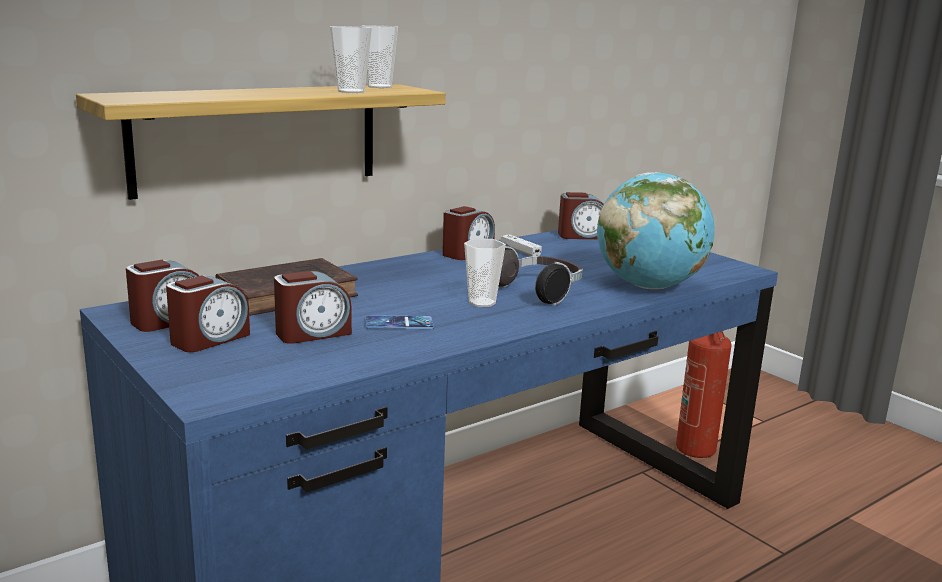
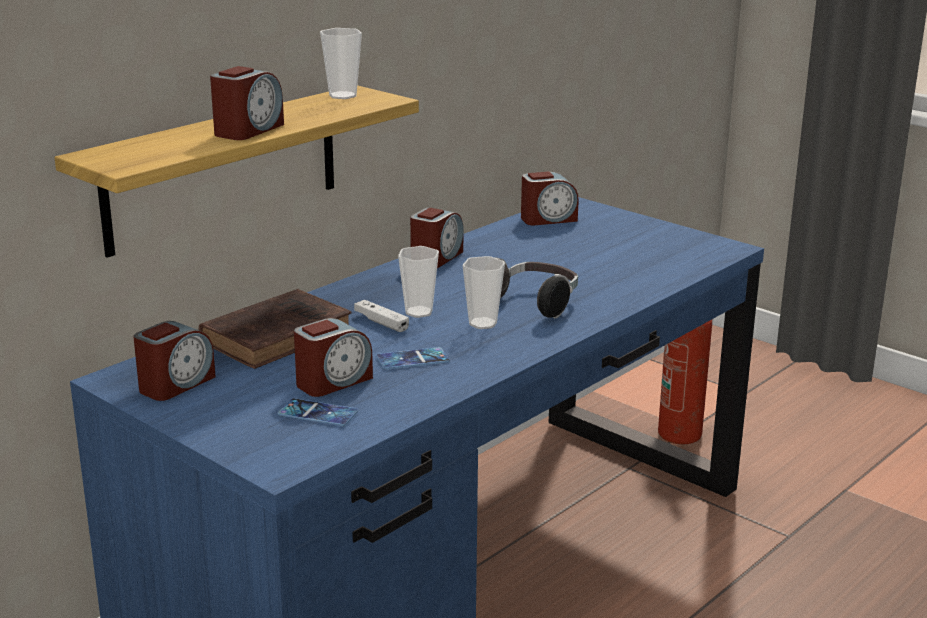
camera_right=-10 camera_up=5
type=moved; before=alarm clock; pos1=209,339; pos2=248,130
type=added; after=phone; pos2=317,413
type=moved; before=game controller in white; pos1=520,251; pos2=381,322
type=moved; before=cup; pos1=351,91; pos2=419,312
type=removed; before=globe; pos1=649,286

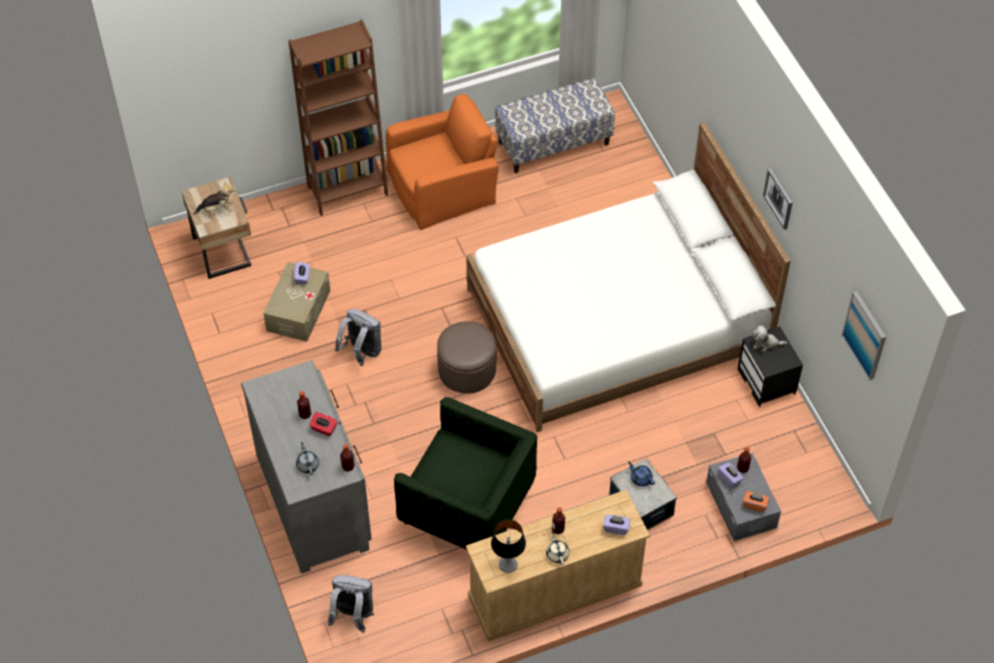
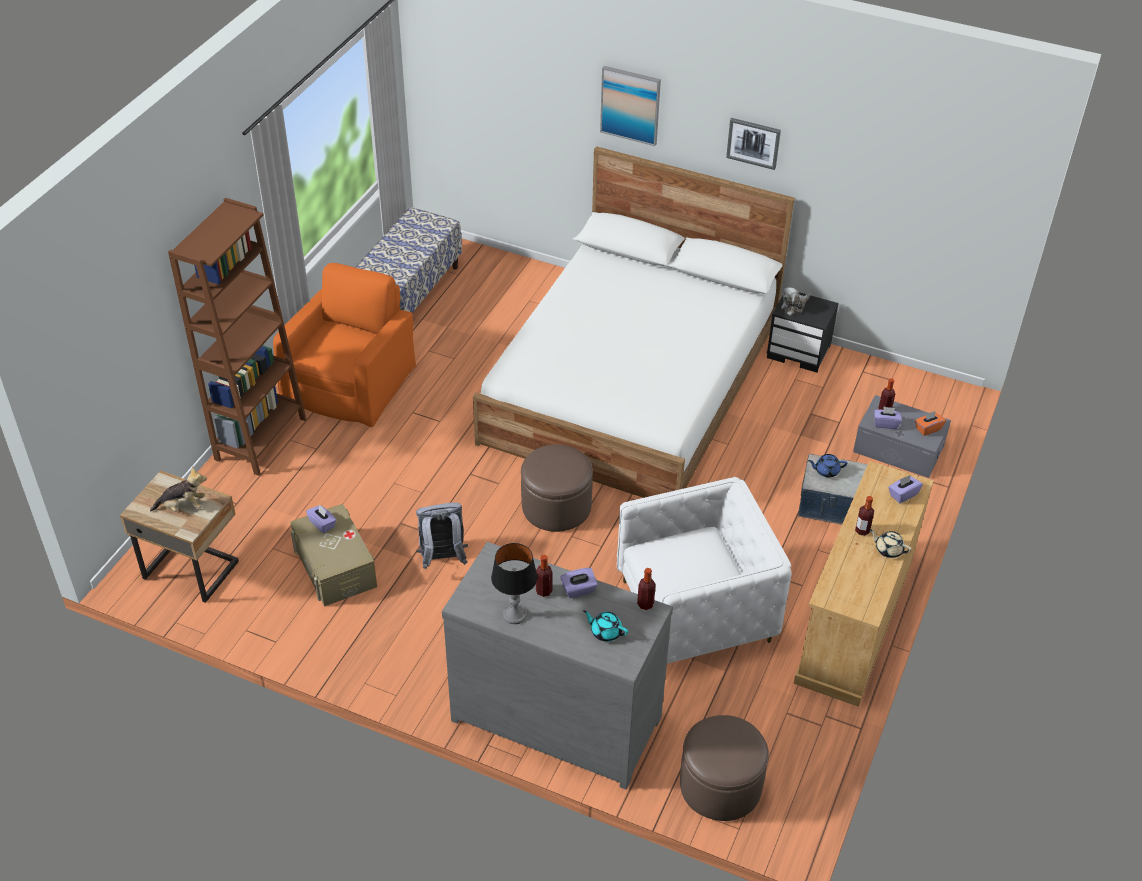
camera_right=-45 camera_up=-10
type=turned; before=plush toy; pos1=217,210; pos2=183,506; turn=45
type=moved; before=table lamp; pos1=508,565; pos2=515,615
type=recoloured; before=tissue box in red; after=tissue box in purple; pos1=324,429; pos2=578,590
type=recoloured; before=teapot in grey; after=teapot in turquoise; pos1=307,464; pos2=605,632
type=moved; before=picture; pos1=865,335; pos2=630,105
type=recoloured; before=armchair in green; after=armchair in white; pos1=467,504; pos2=695,611
type=replaced; before=backpack in grey; after=ottoman in brown; pos1=353,616; pos2=720,785

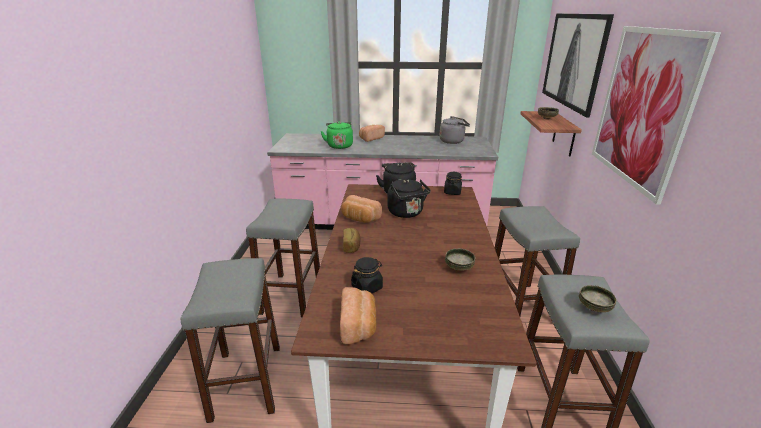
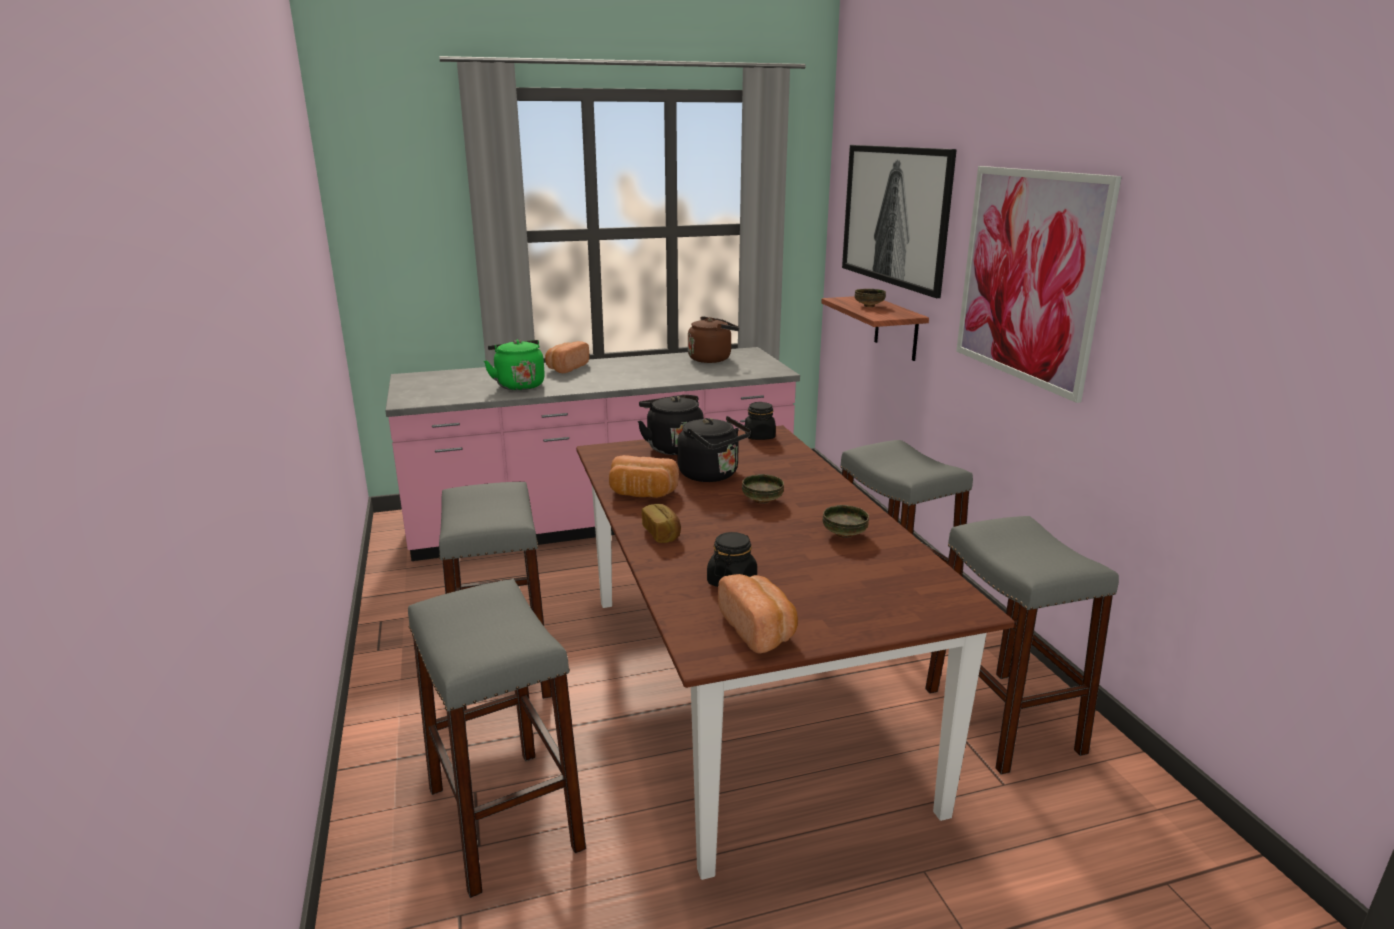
camera_right=-20 camera_up=-5
type=recoloured; before=kettle in grey; after=kettle in brown; pos1=453,141; pos2=712,359
type=moved; before=bowl; pos1=593,307; pos2=762,501

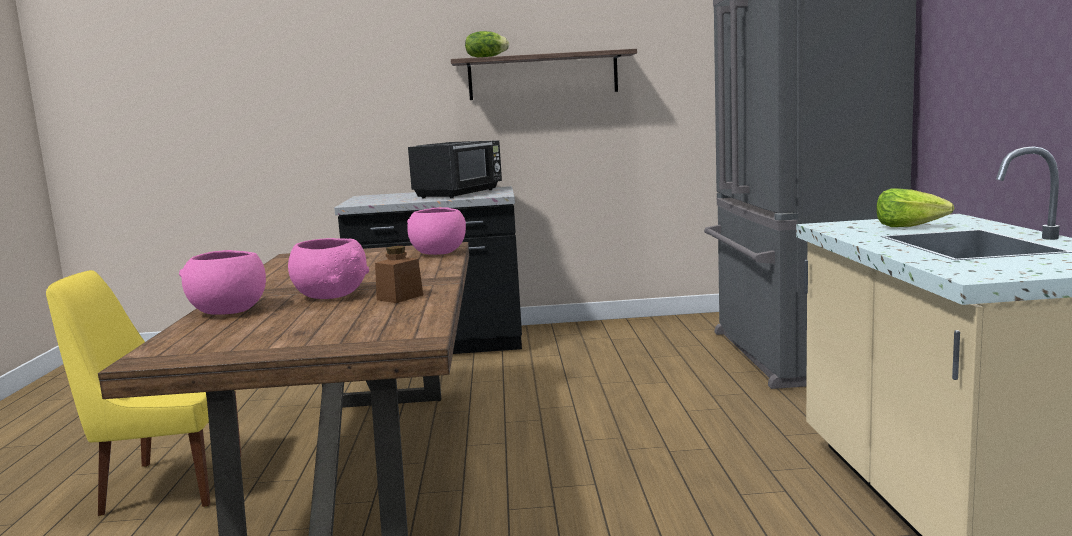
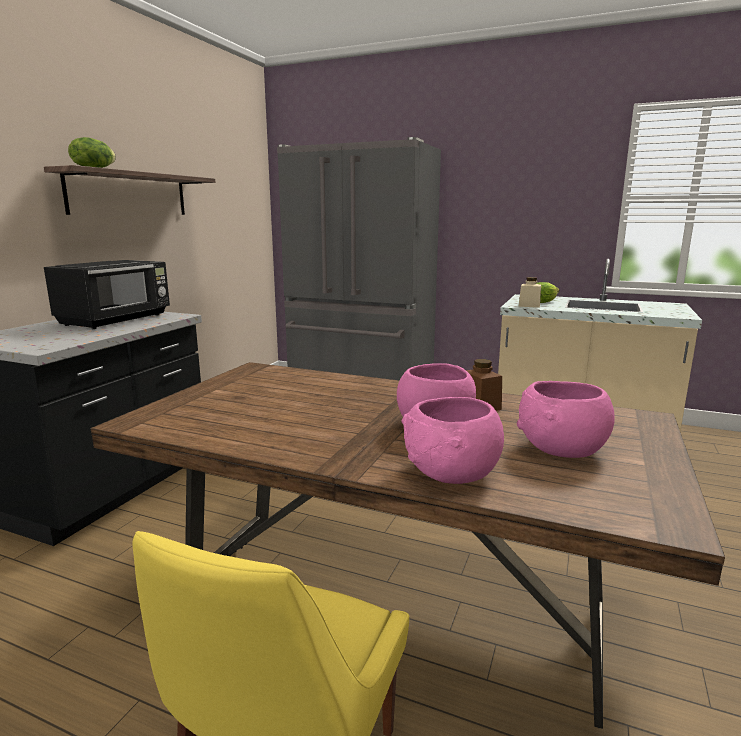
camera_right=-65 camera_up=5
type=turned; before=microwave in black; pos1=460,193; pos2=117,320; turn=60
type=moved; before=bowl in pink; pos1=437,253; pos2=560,450
type=added; after=jar in beige; pos2=529,305

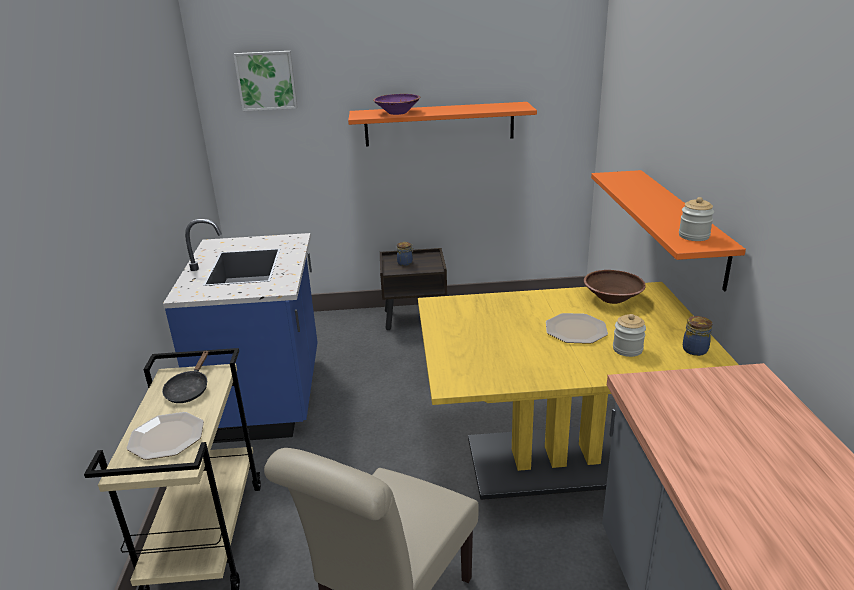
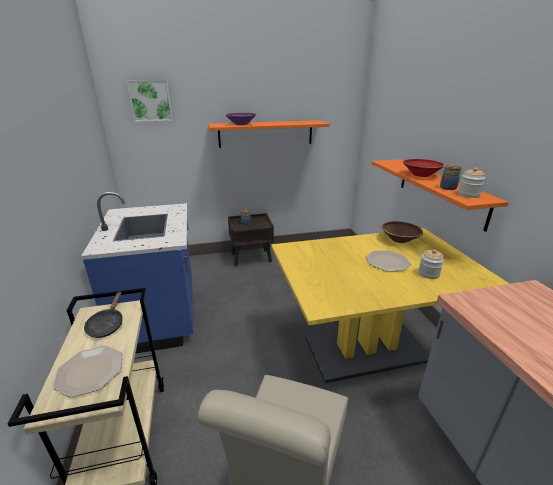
camera_right=-10 camera_up=0
type=added; after=bowl in red; pos2=421,175
type=moved; before=jar; pos1=694,349; pos2=447,187

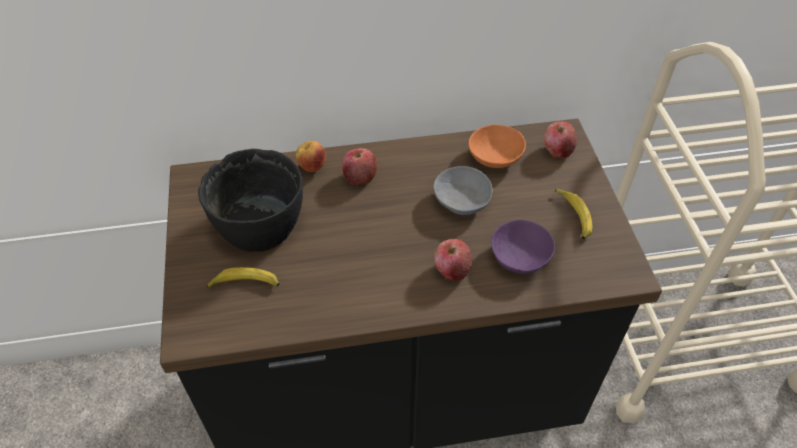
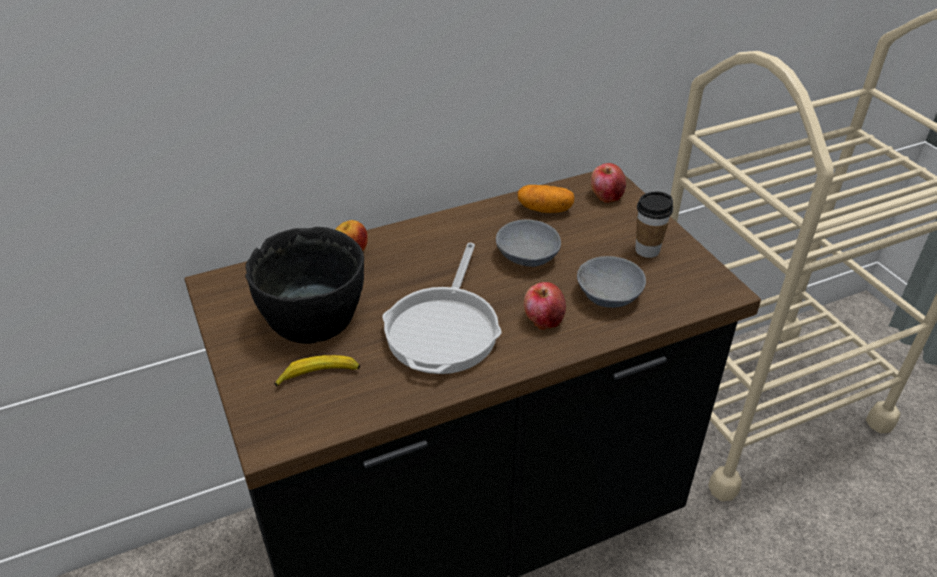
camera_right=-15 camera_up=-10
type=added; after=frying pan; pos2=444,329
type=replaced; before=bowl in orange; after=potato; pos1=495,155; pos2=544,209
type=recoloured; before=bowl in purple; after=bowl in grey; pos1=521,258; pos2=610,295
type=replaced; before=banana; after=cup; pos1=573,216; pos2=647,250
type=removed; before=apple; pos1=359,176

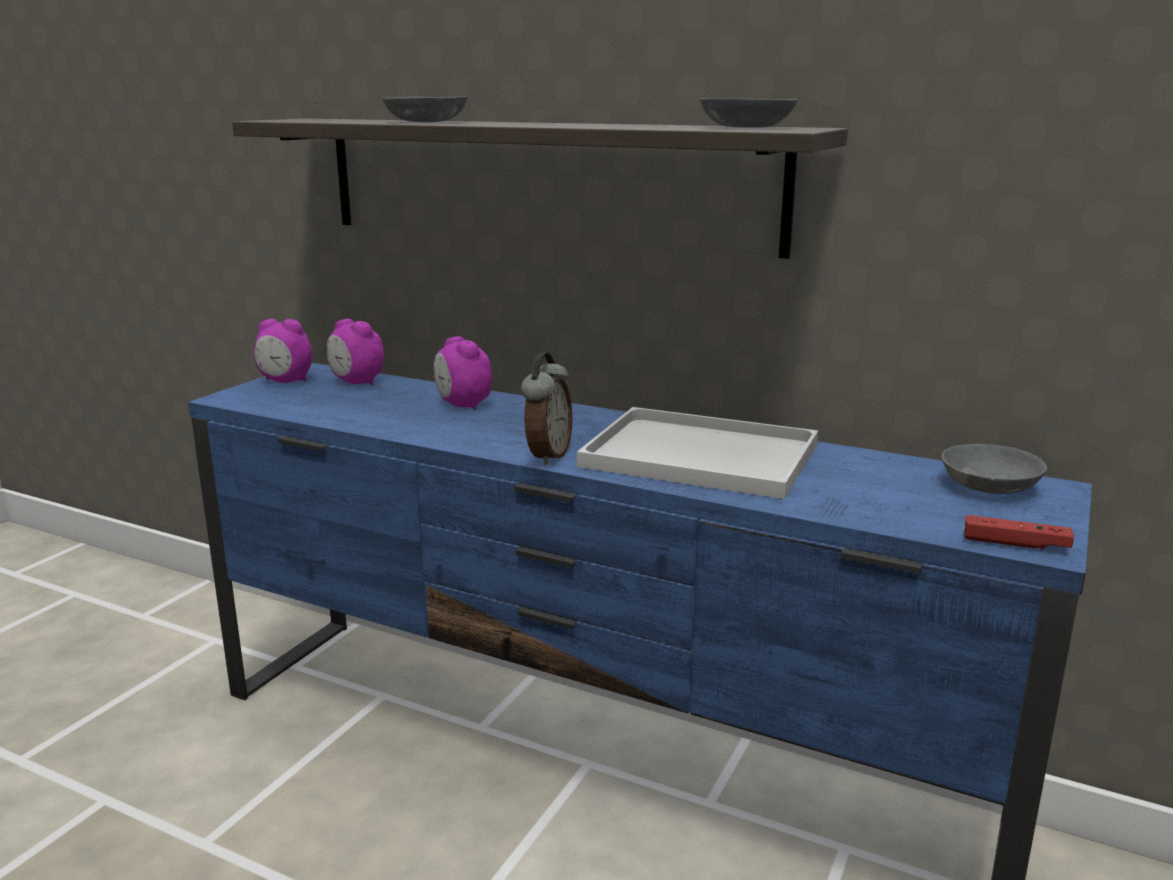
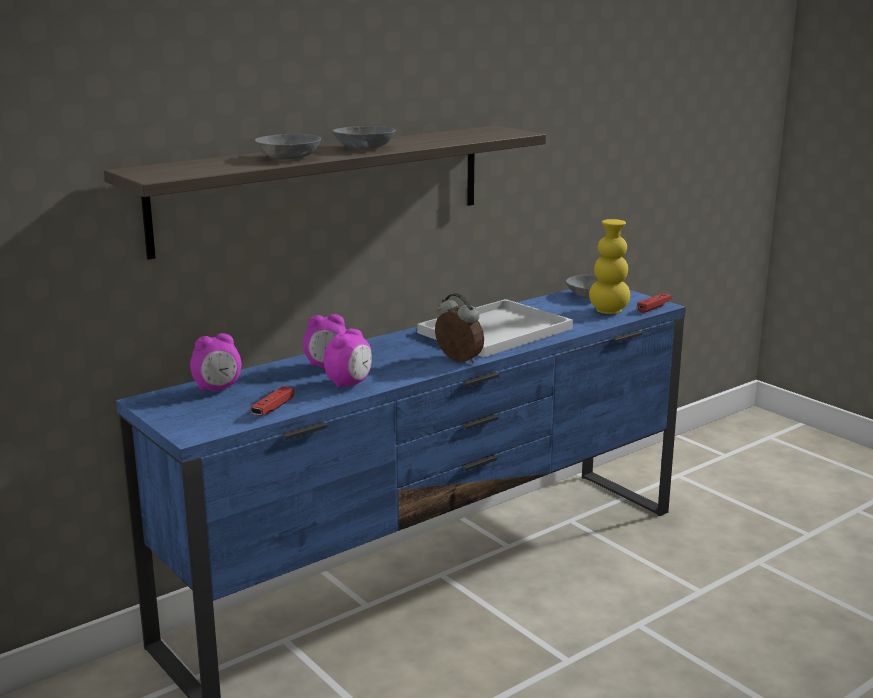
camera_right=-65 camera_up=0
type=added; after=game controller in red; pos2=273,408
type=moved; before=alarm clock; pos1=285,381; pos2=349,384
type=moved; before=bowl in grey; pos1=748,127; pos2=365,147
type=added; after=vase in yellow; pos2=608,311

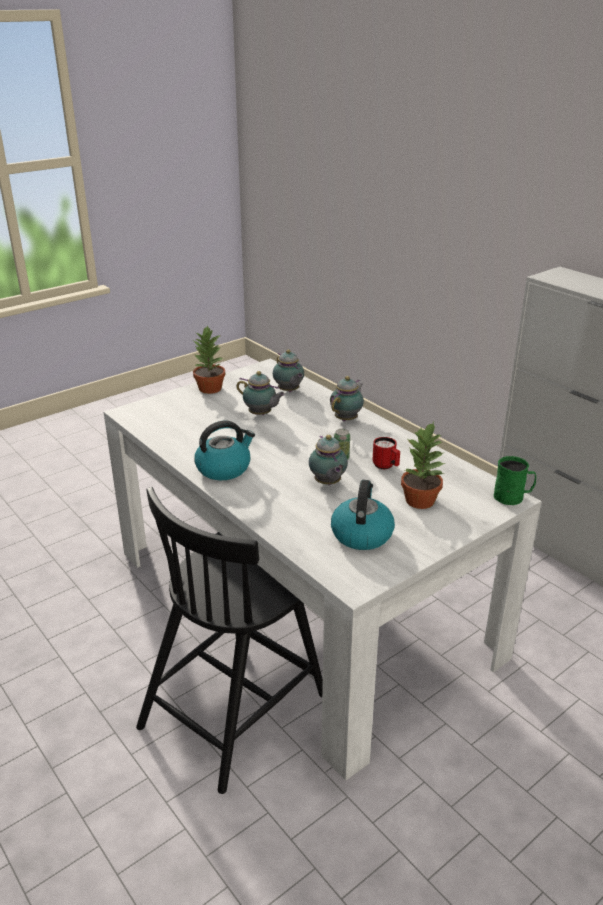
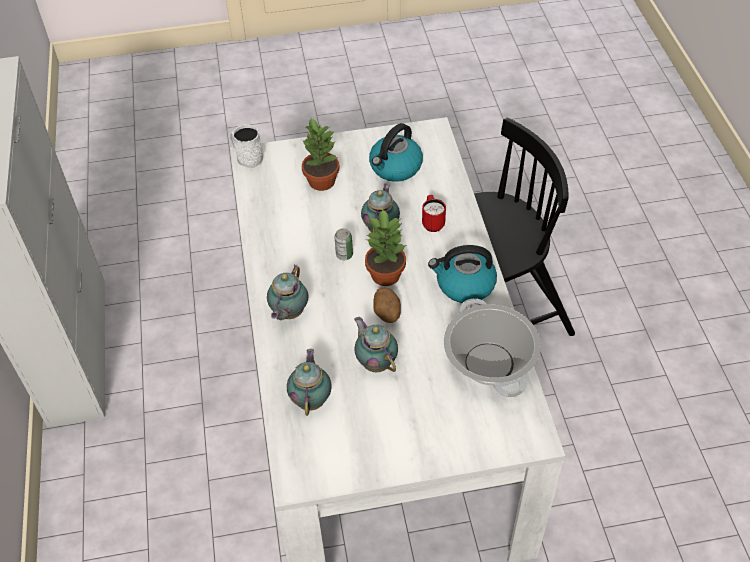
camera_right=-150 camera_up=20
type=recoloured; before=mug in green; after=mug in white; pos1=512,497; pos2=247,157
type=turned; before=teapot; pos1=347,419; pos2=288,313; turn=-45
type=moved; before=potted plant; pos1=209,389; pos2=386,274
type=added; after=potato; pos2=387,313
type=moved; before=mug in red; pos1=386,466; pos2=432,222
type=added; after=cooking pot; pos2=489,363

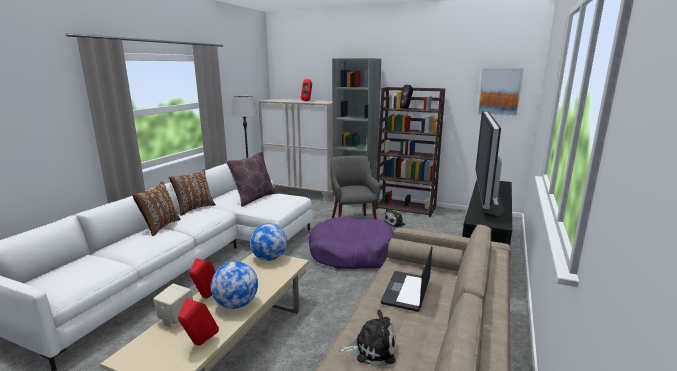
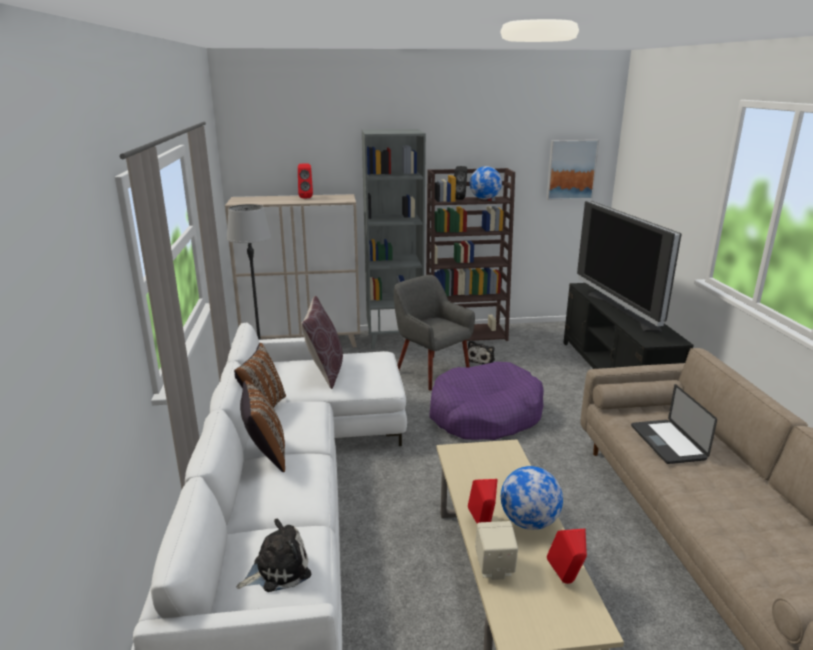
camera_right=-30 camera_up=5
type=moved; before=plush toy; pos1=372,348; pos2=278,569
type=moved; before=globe; pos1=269,258; pos2=485,199

